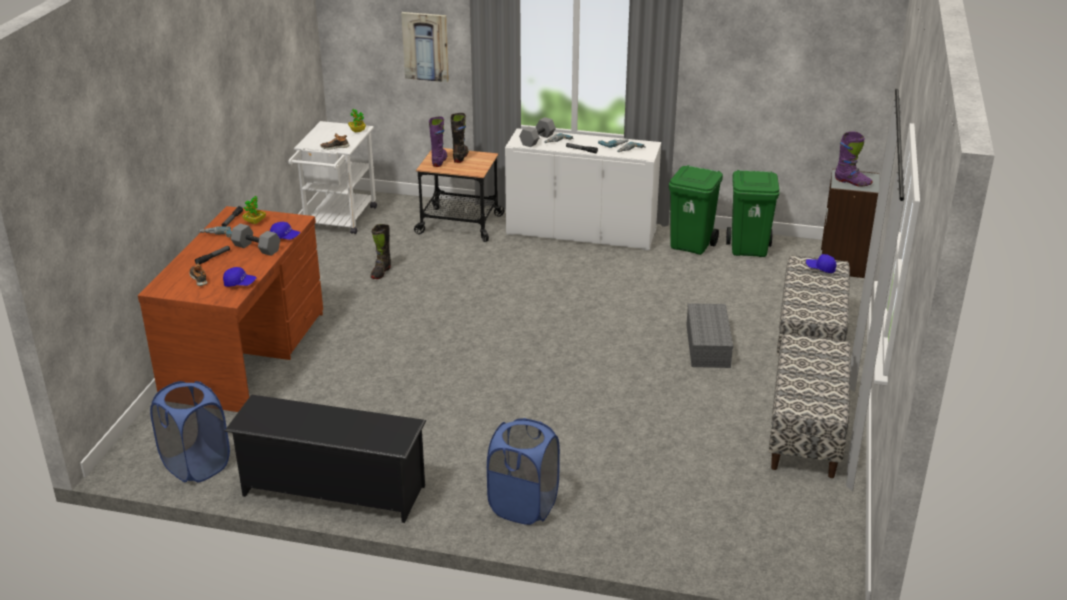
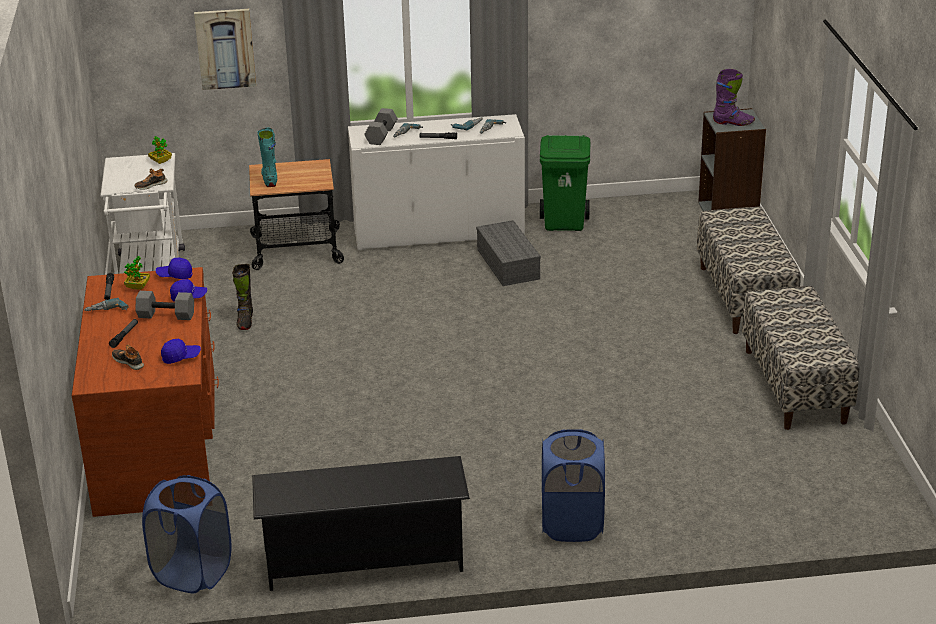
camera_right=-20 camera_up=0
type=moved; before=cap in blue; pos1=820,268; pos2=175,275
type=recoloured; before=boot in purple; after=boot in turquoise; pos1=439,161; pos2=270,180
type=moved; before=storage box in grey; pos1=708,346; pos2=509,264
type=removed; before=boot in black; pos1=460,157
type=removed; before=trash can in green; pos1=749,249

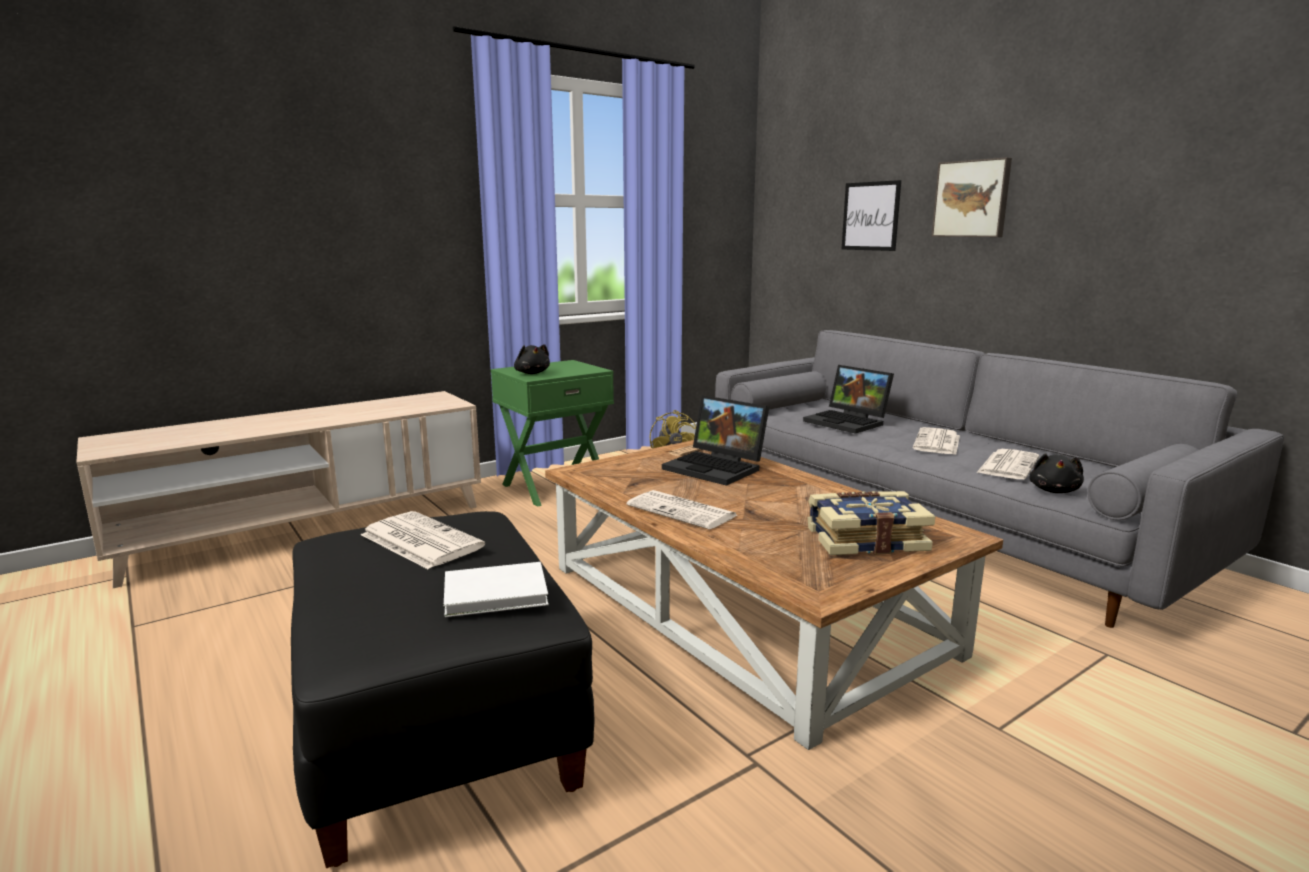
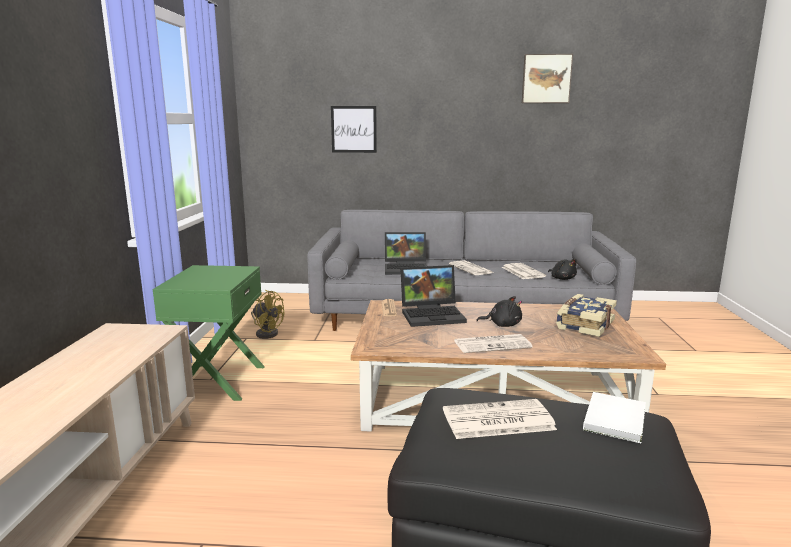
camera_right=-50 camera_up=0
type=moved; before=plush toy in black; pos1=532,373; pos2=502,325
type=moved; before=picture; pos1=972,199; pos2=546,79

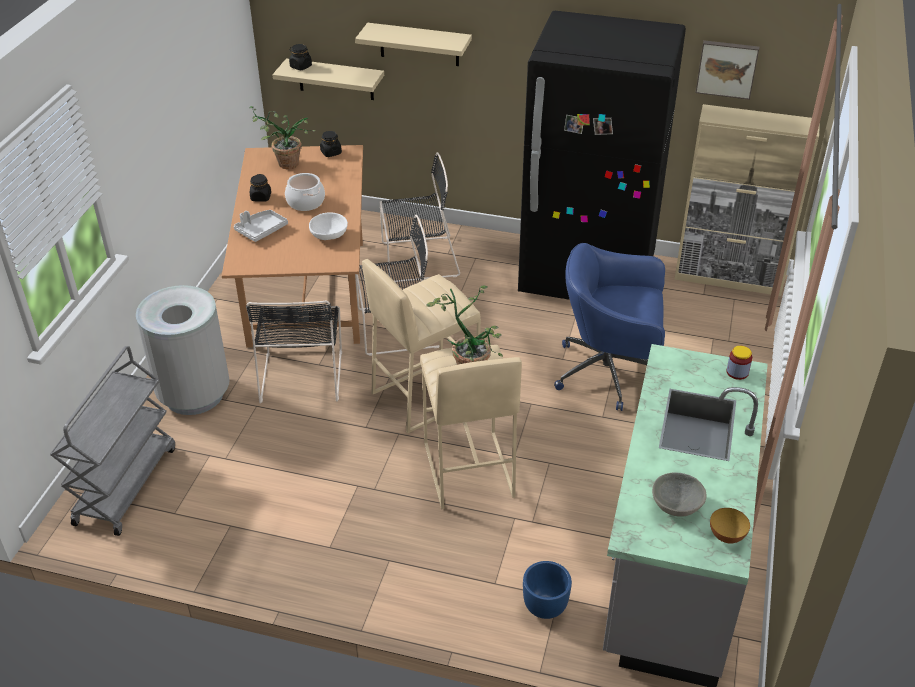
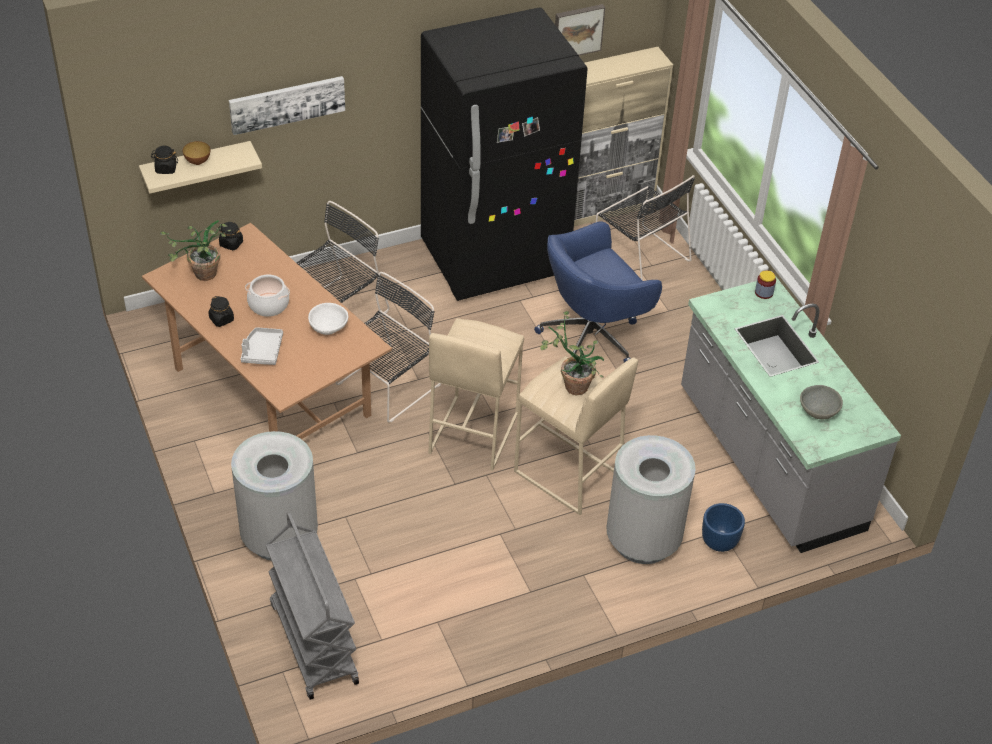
camera_right=-40 camera_up=5
type=moved; before=bowl; pos1=726,536; pos2=197,162
type=replaced; before=shelf in beige; after=picture; pos1=419,44; pos2=287,103
type=moved; before=chair in black; pos1=302,374; pos2=639,255
type=added; after=trash can in grey; pos2=643,540

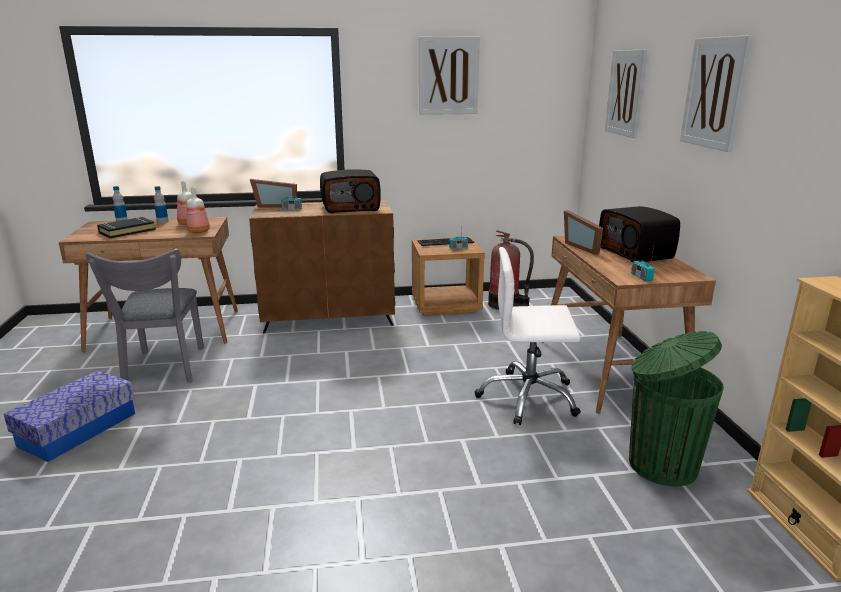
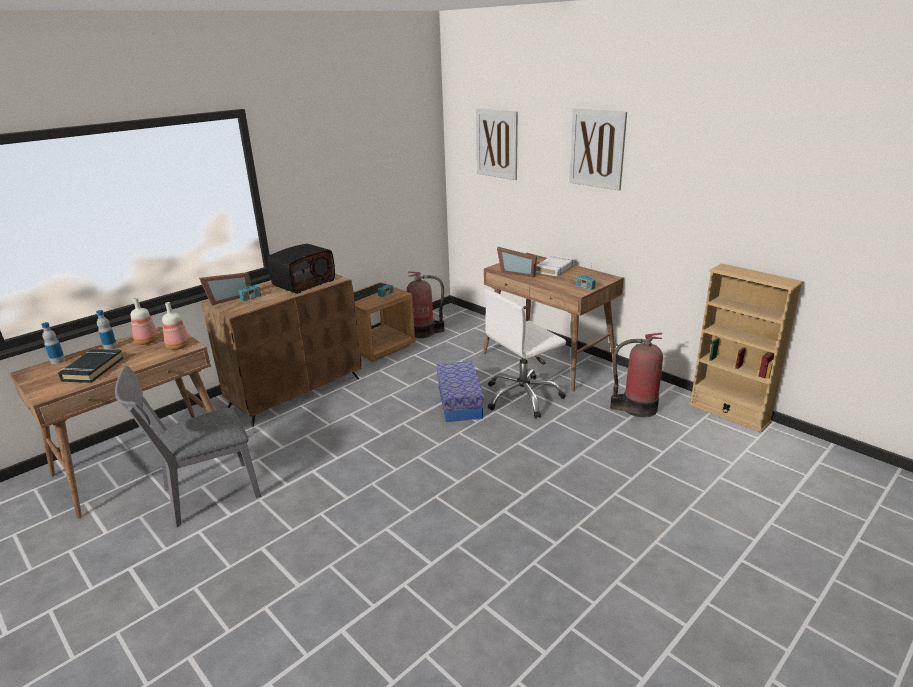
camera_right=-35 camera_up=5
type=turned; before=chair in grey; pos1=164,369; pos2=204,495; turn=105
type=moved; before=storage box; pos1=78,429; pos2=459,402
type=replaced; before=radio; after=book in white; pos1=636,253; pos2=555,269
type=replaced; before=trash can in green; after=fire extinguisher; pos1=660,464; pos2=636,408
type=removed; before=picture; pos1=448,76

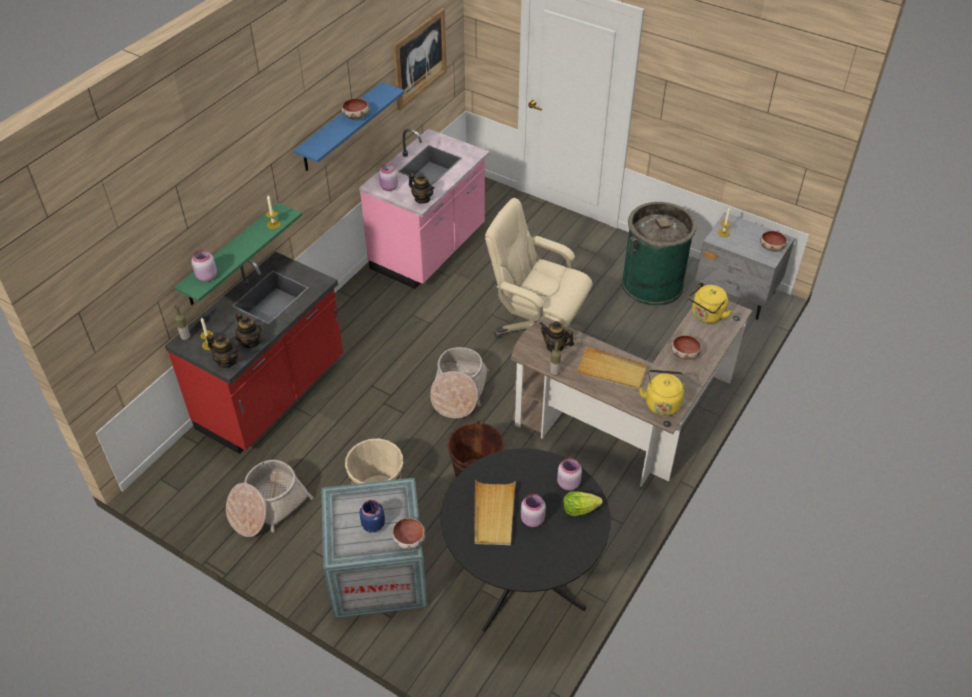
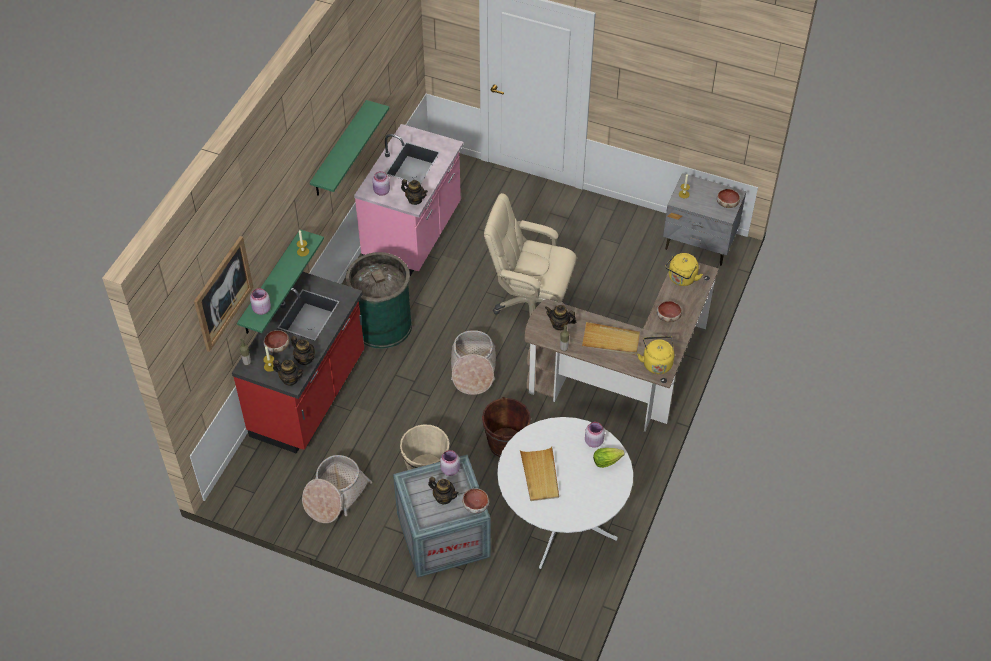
camera_right=-10 camera_up=5
type=moved; before=picture; pos1=419,58; pos2=223,293
type=moved; before=bowl; pos1=356,116; pos2=277,347
type=recoloured; before=shelf in blue; after=shelf in green; pos1=341,128; pos2=339,150
type=moved; before=trash can in green; pos1=652,284; pos2=382,325
type=replaced; before=jar in blue; after=teapot; pos1=373,524; pos2=444,497
type=moved; before=jar in pink; pos1=531,519; pos2=449,469
type=recoloured; before=dining table in black; after=dining table in white; pos1=522,575; pos2=561,520

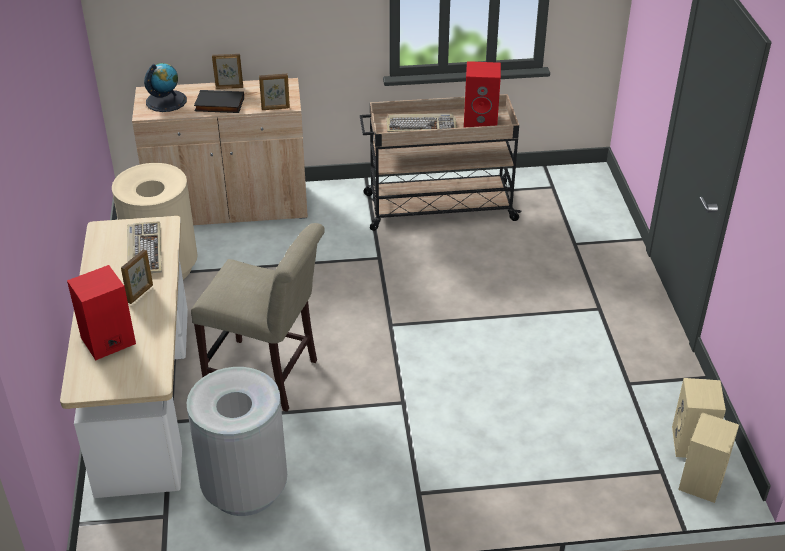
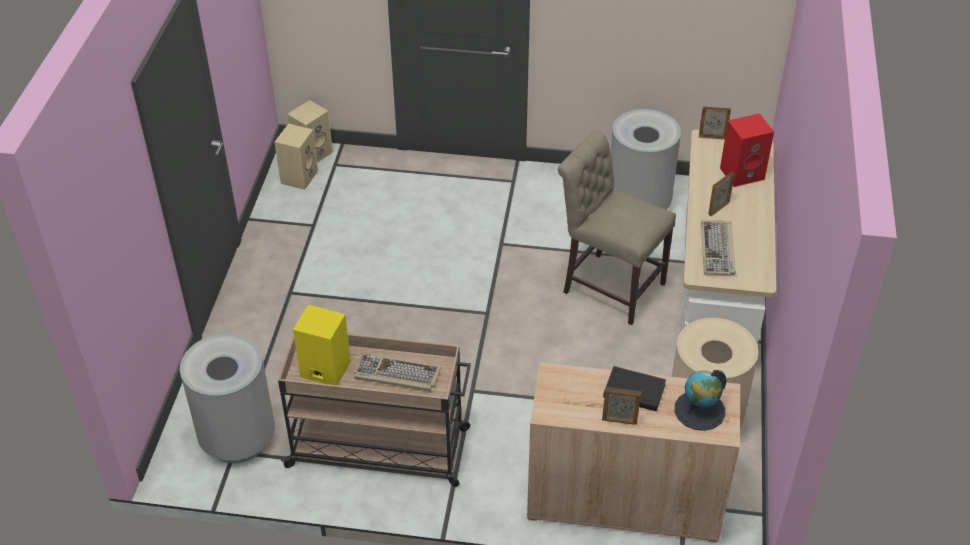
camera_right=-165 camera_up=5
type=added; after=trash can in grey; pos2=237,438
type=recoloured; before=speaker in red; after=speaker in yellow; pos1=481,120; pos2=324,369
type=moved; before=picture frame; pos1=275,108; pos2=712,137

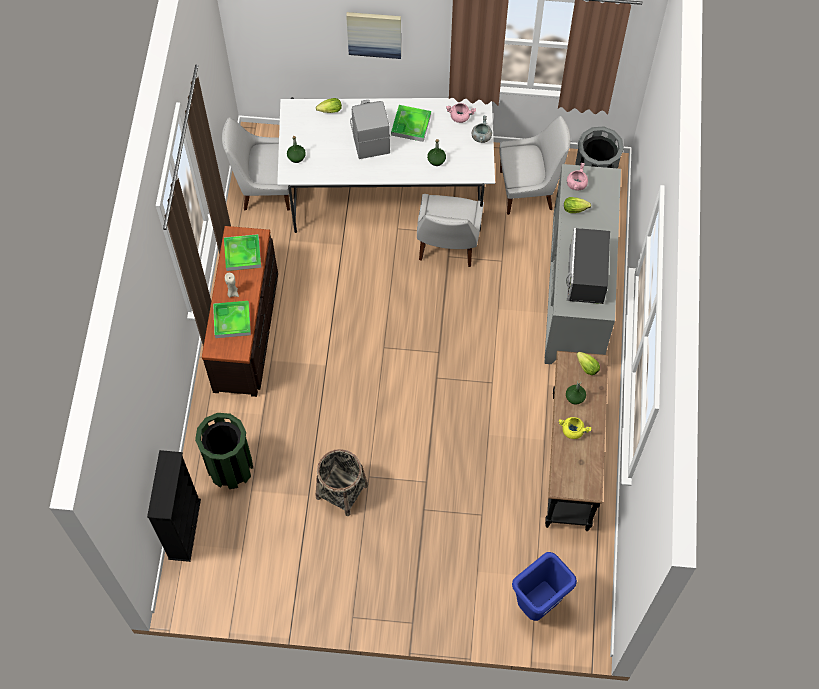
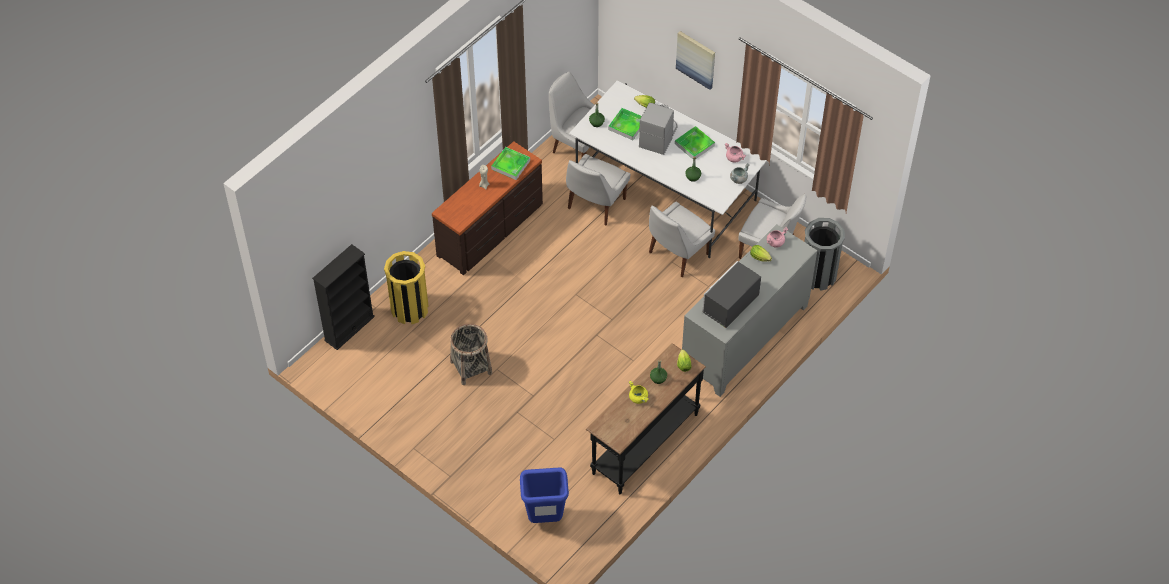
camera_right=35 camera_up=-10
type=recoloured; before=trash can in green; after=trash can in yellow; pos1=230,468; pos2=409,309
type=added; after=chair in white; pos2=595,205
type=moved; before=tray; pos1=232,320; pos2=627,125

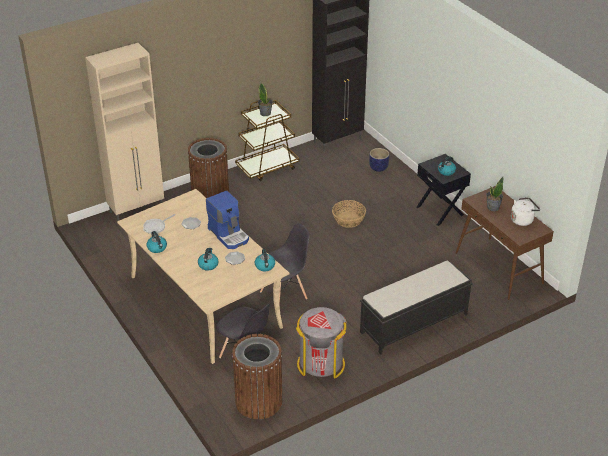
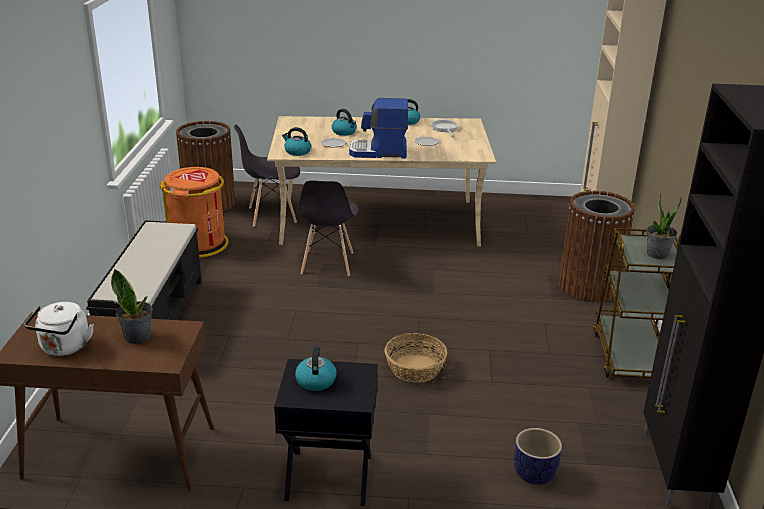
camera_right=125 camera_up=-10
type=recoloured; before=trash can in grey; after=trash can in orange; pos1=321,364; pos2=199,244

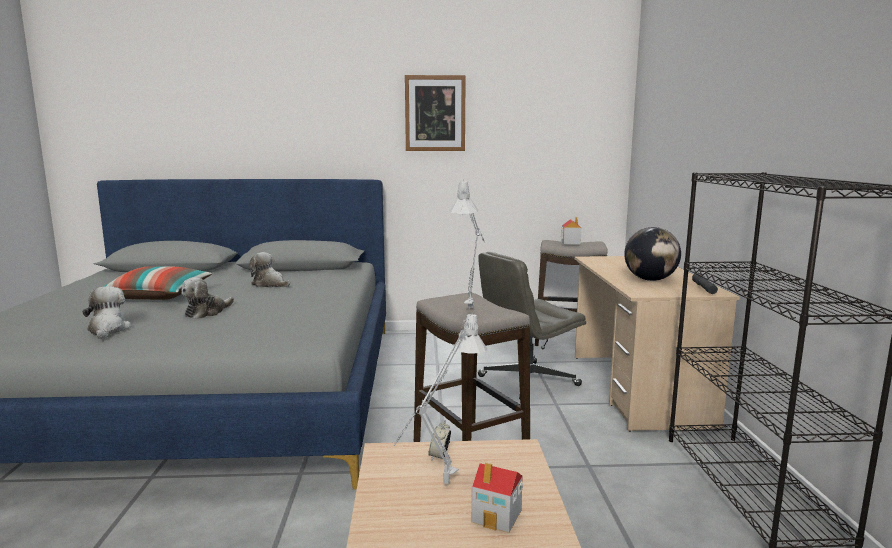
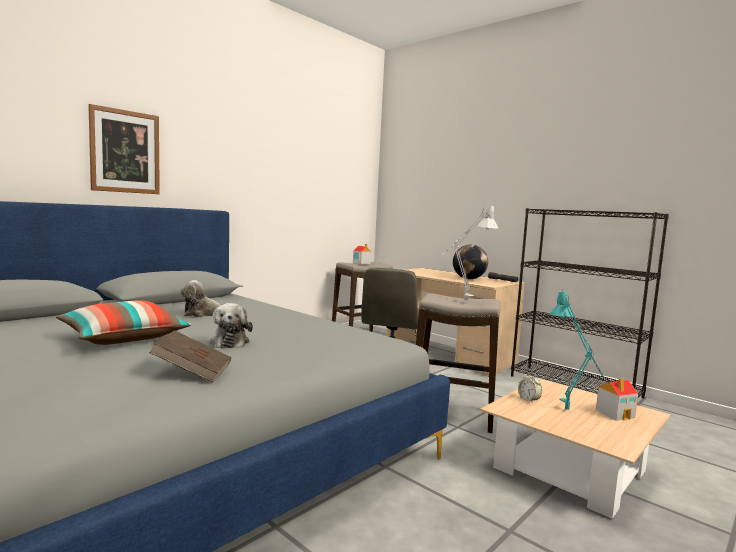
camera_right=-45 camera_up=-5
type=moved; before=picture; pos1=435,113; pos2=125,151
type=replaced; before=plush toy; after=book in brown; pos1=108,330; pos2=193,372
type=recoloured; before=table lamp in grey; after=table lamp in turquoise; pos1=440,489; pos2=570,413

